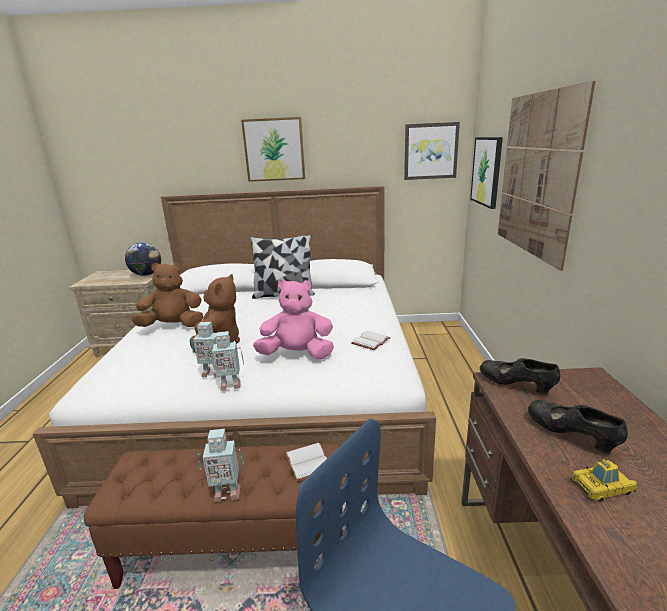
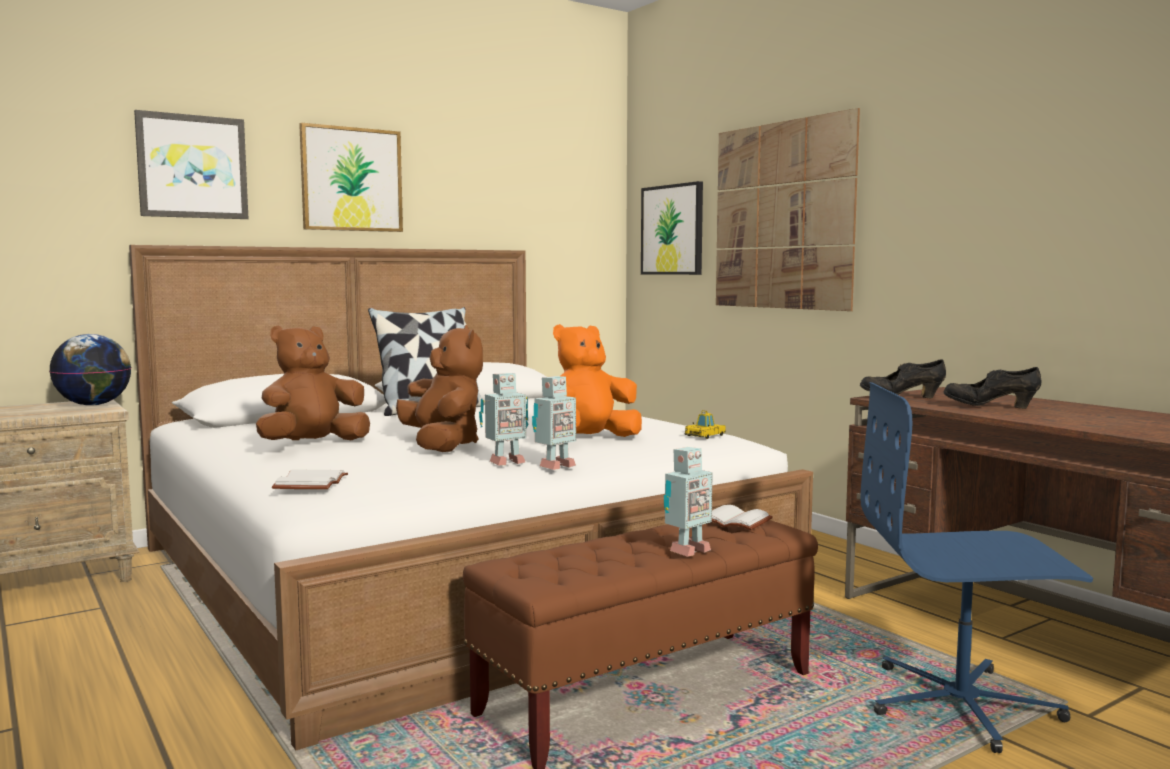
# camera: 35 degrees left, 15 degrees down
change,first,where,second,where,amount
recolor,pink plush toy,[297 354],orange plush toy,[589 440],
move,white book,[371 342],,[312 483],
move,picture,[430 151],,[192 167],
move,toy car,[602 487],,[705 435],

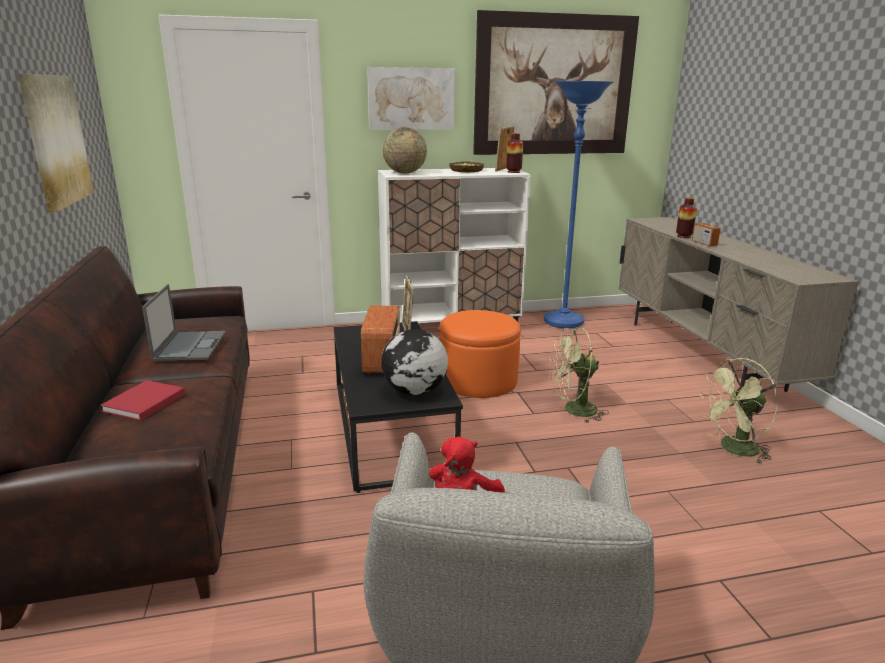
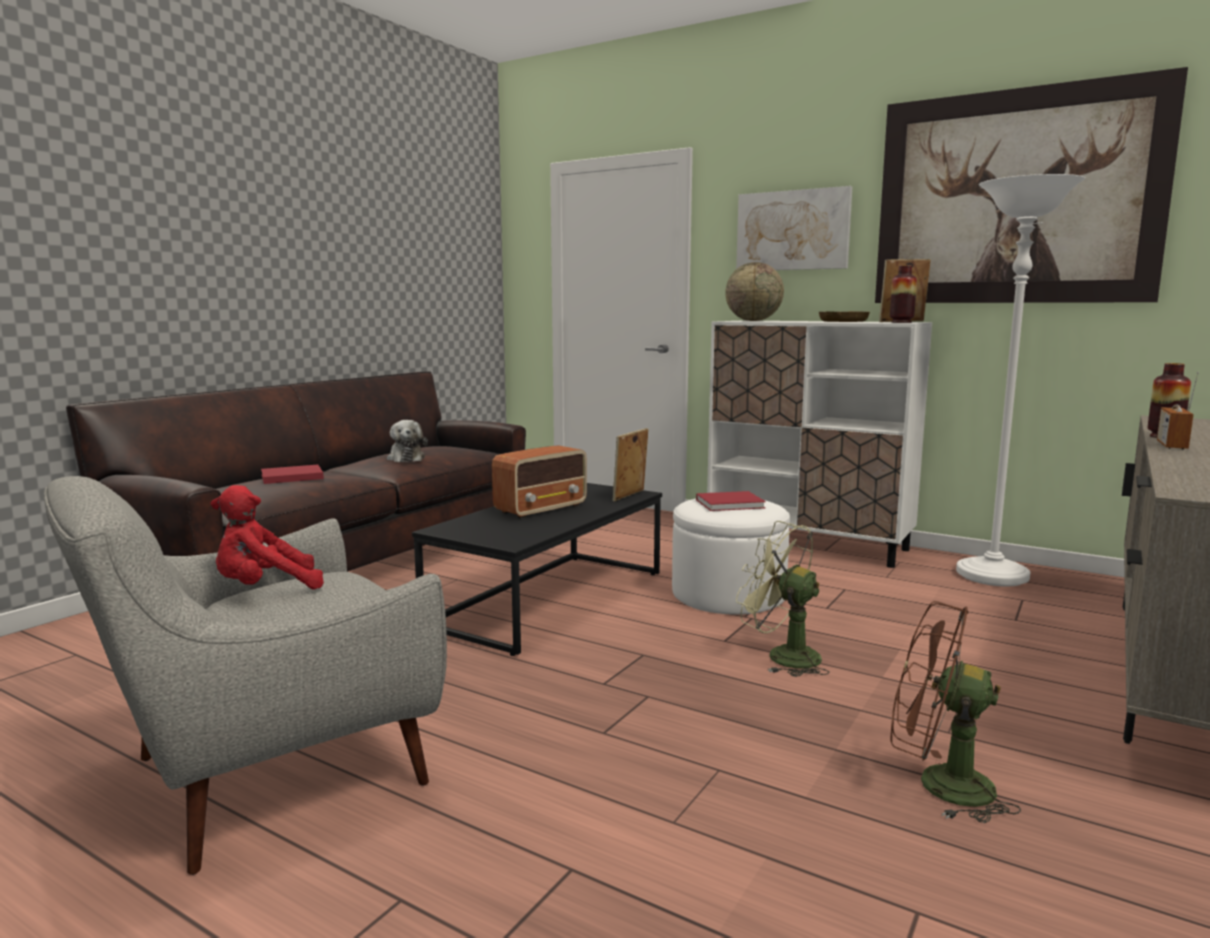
# camera: 45 degrees right, 10 degrees down
change,first,where,second,where,amount
delete,picture,[56 140],,,
replace,laptop,[190 346],plush toy,[406 458],
delete,globe,[414 391],,,
recolor,orange ottoman,[478 380],white ottoman,[728 594],
recolor,blue floor lamp,[563 322],white floor lamp,[992 576],
recolor,green fan,[733 450],brown fan,[939 785],
insert,,,red book,[732 504],

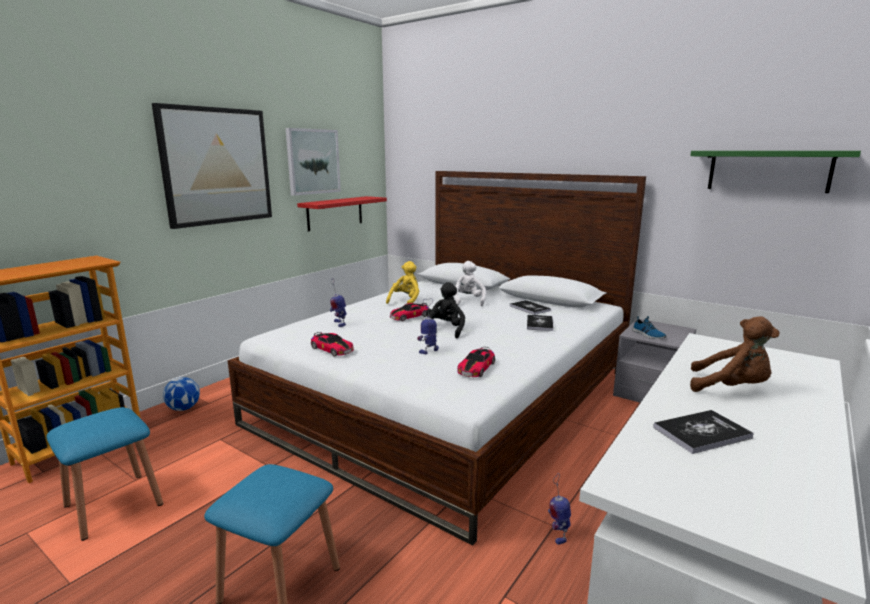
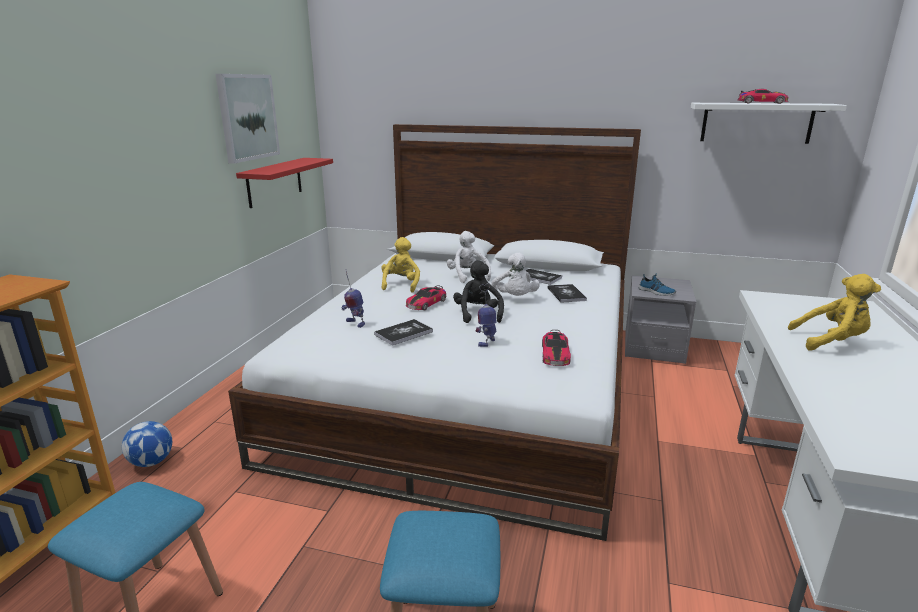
# camera: 20 degrees left, 5 degrees up
change,first,where,second,where,amount
delete,picture,[216 166],,,
move,toy car,[332 349],,[761 103],
delete,toy robot,[558 533],,,
move,book,[702 433],,[403 333],
recolor,green shelf,[768 171],white shelf,[756 122],
recolor,brown plush toy,[731 388],yellow plush toy,[831 342],
insert,,,white plush toy,[515 298],

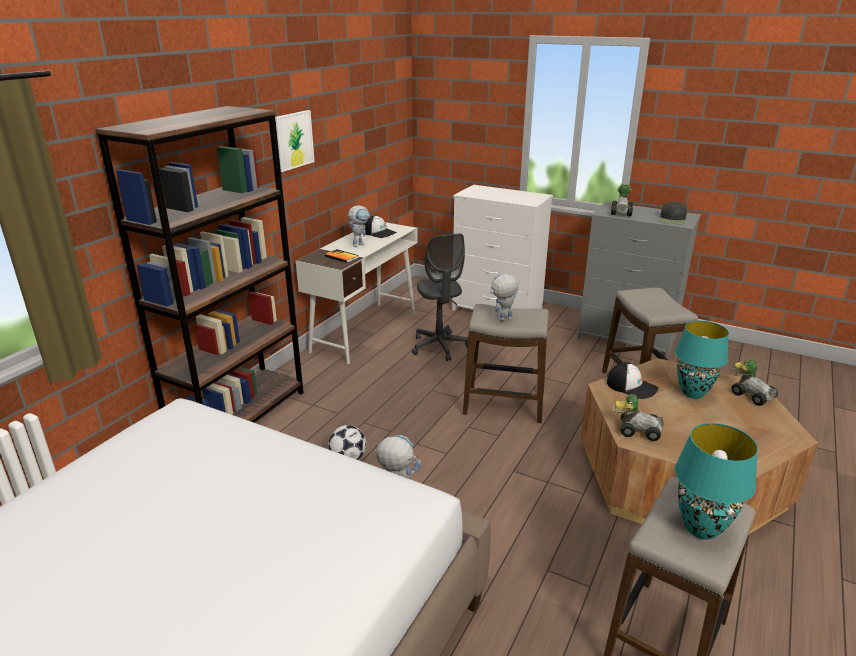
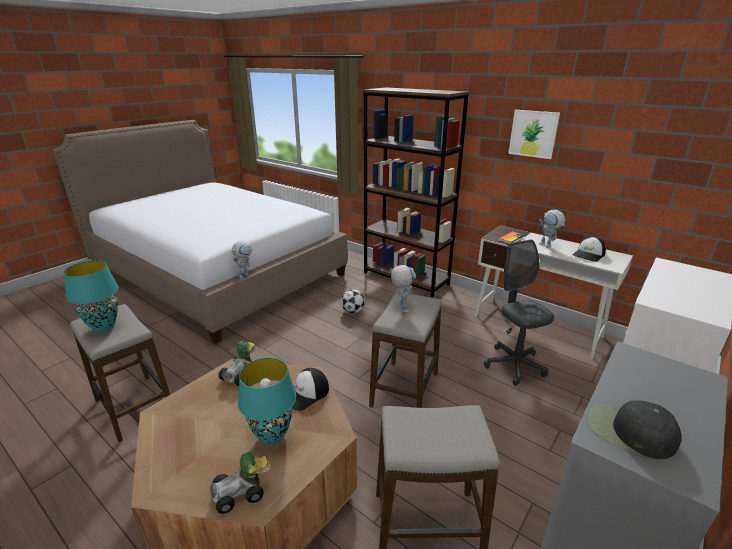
# camera: 100 degrees right, 0 degrees up
change,first,where,second,where,amount
rotate,grey office chair,[439 347],,[514 365],75 degrees clockwise
delete,toy car,[622 212],,,

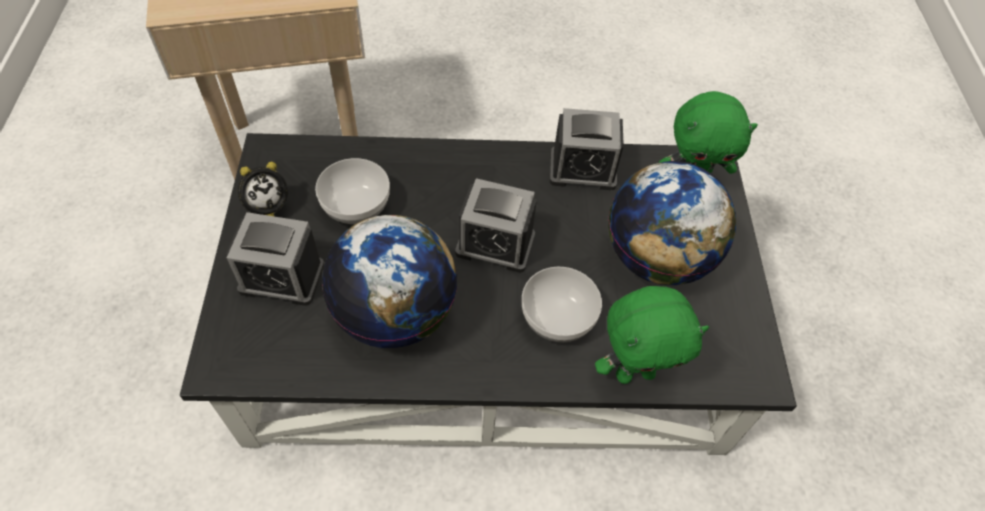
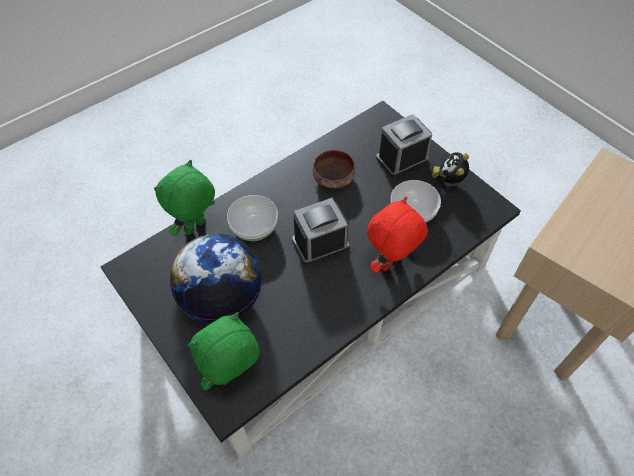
# camera: 145 degrees right, 0 degrees up
change,first,where,second,where,amount
replace,globe,[395 314],brown bowl,[334 178],
delete,alarm clock,[582 169],,,
insert,,,red plush toy,[391 264],

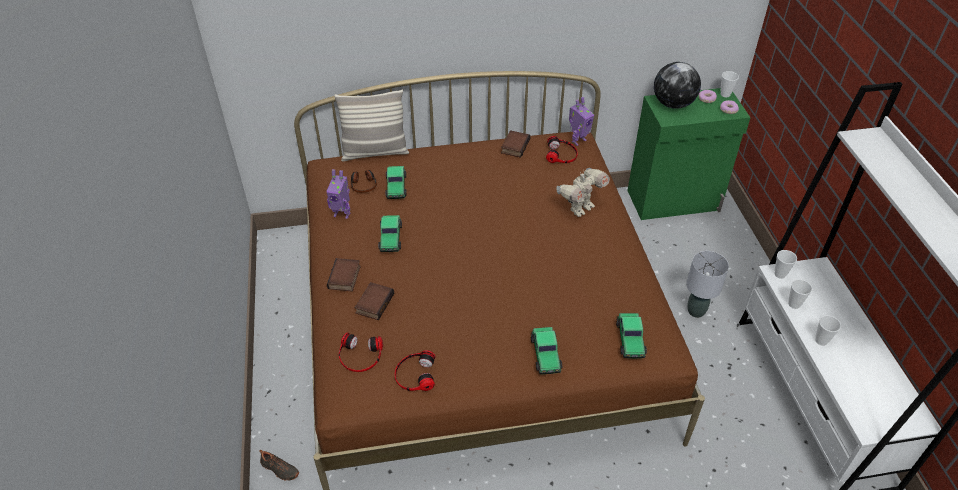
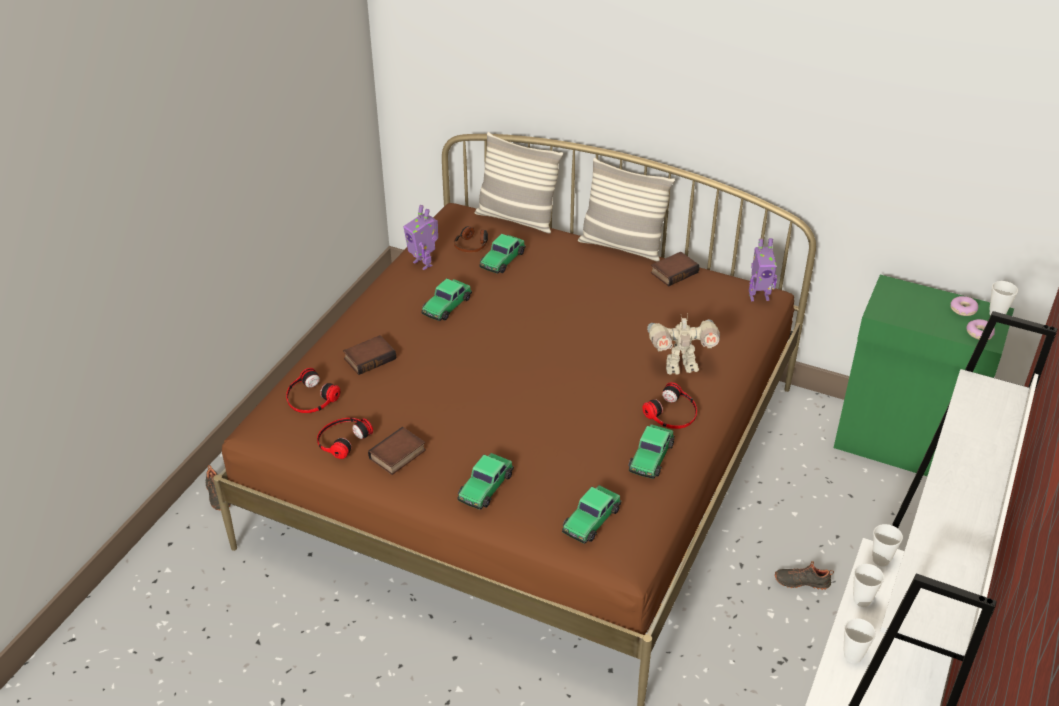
# camera: 35 degrees right, 5 degrees down
change,first,where,second,where,amount
move,book,[345 278],,[398 455],
move,headphones,[561 154],,[672 413],
delete,globe,[673 104],,,
replace,grey table lamp,[696 311],black shoe,[801 581],
insert,,,pillow,[622 246],
insert,,,toy car,[651 457],

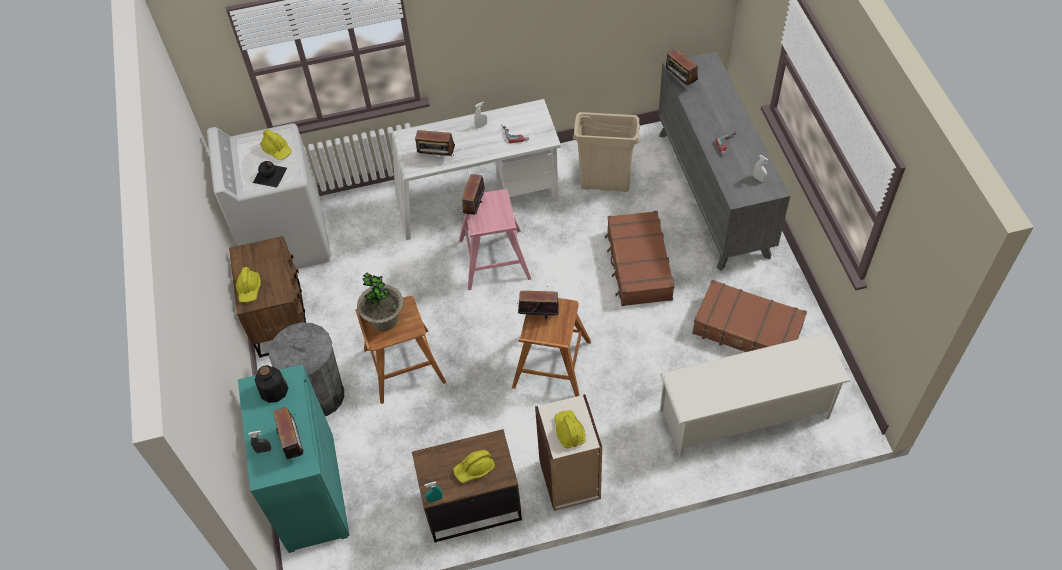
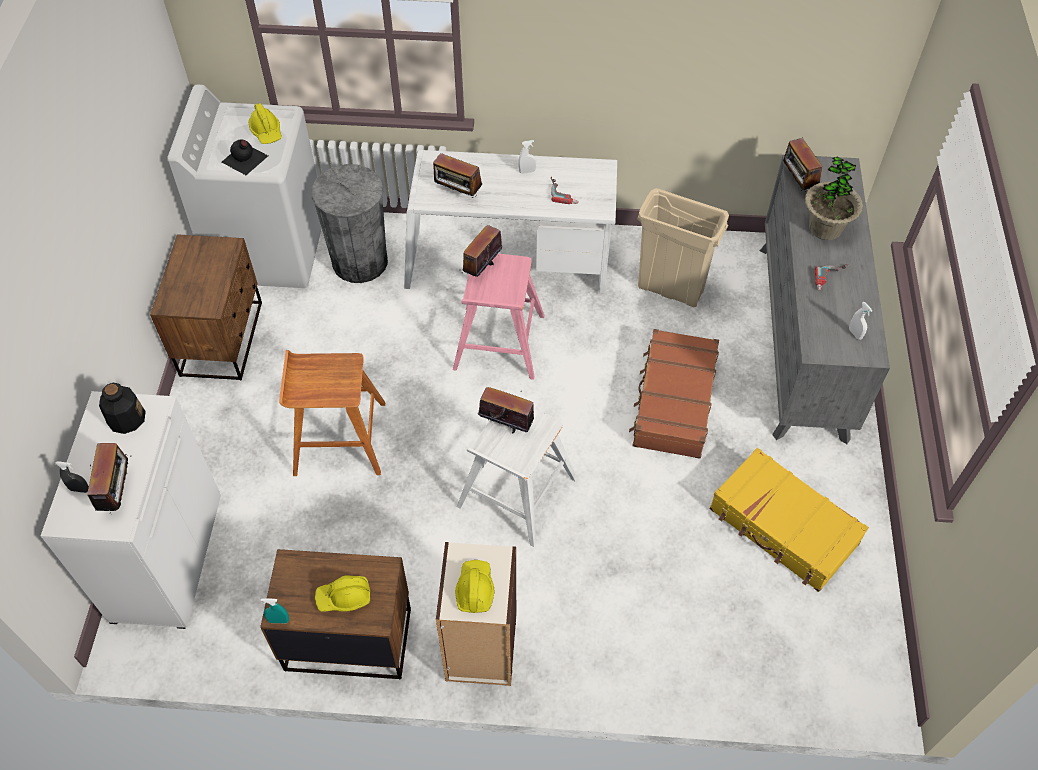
# camera: 15 degrees right, 0 degrees up
change,first,where,second,where,amount
delete,yellow hard hat,[249 289],,,
recolor,turquoise cabinet,[310 492],white cabinet,[166 556],
move,grey trash can,[320 395],,[360 261],
move,potted plant,[384 320],,[825 228],
recolor,brown stool,[551 365],white stool,[516 493],
delete,white shoe rack,[744 414],,,
recolor,brown suitcase,[747 330],yellow suitcase,[783 527],

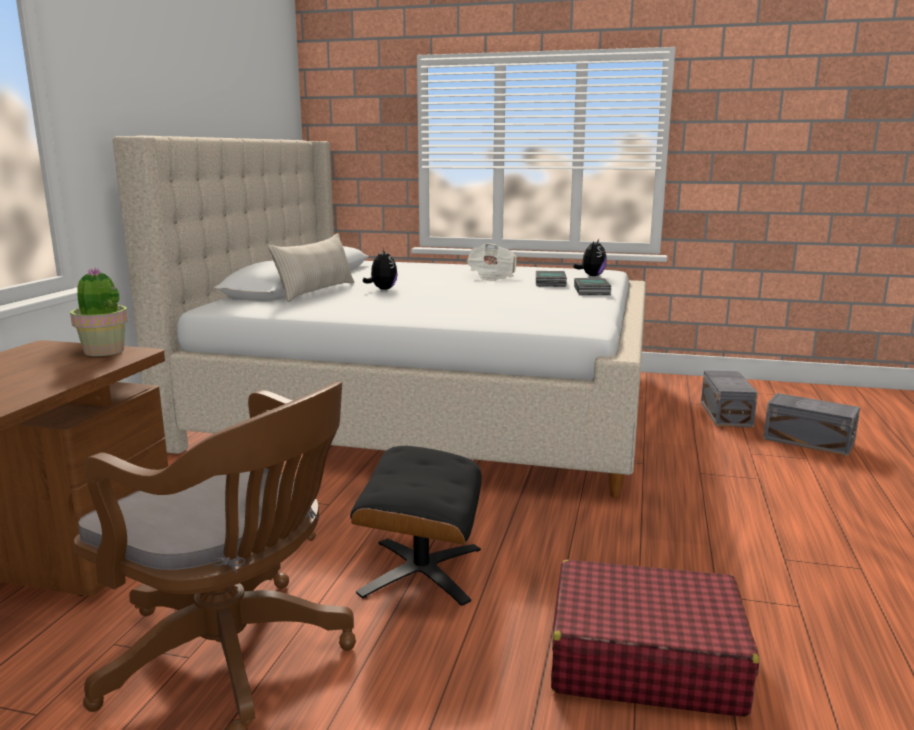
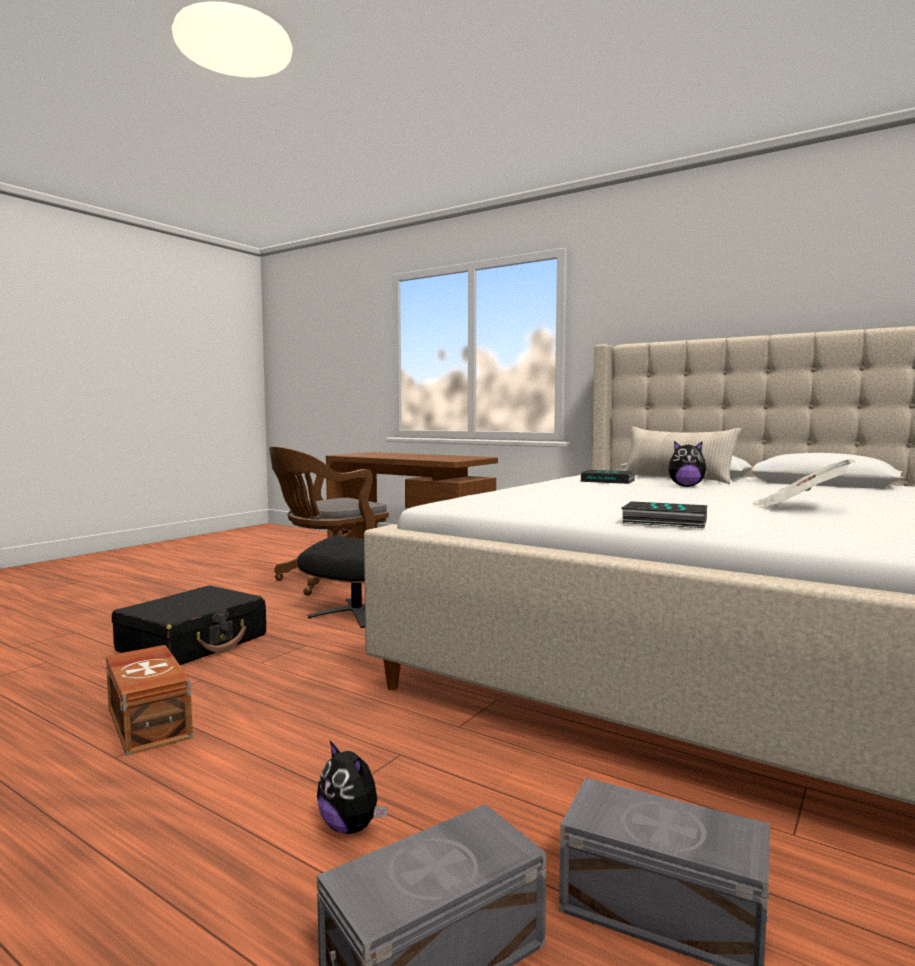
# camera: 110 degrees right, 10 degrees down
change,first,where,second,where,amount
delete,potted plant,[104 351],,,
move,book,[549 282],,[608 481],
recolor,red suitcase,[644 659],black suitcase,[194 643],
move,plush toy,[591 276],,[351 826],
insert,,,brown storage box,[150 721],

